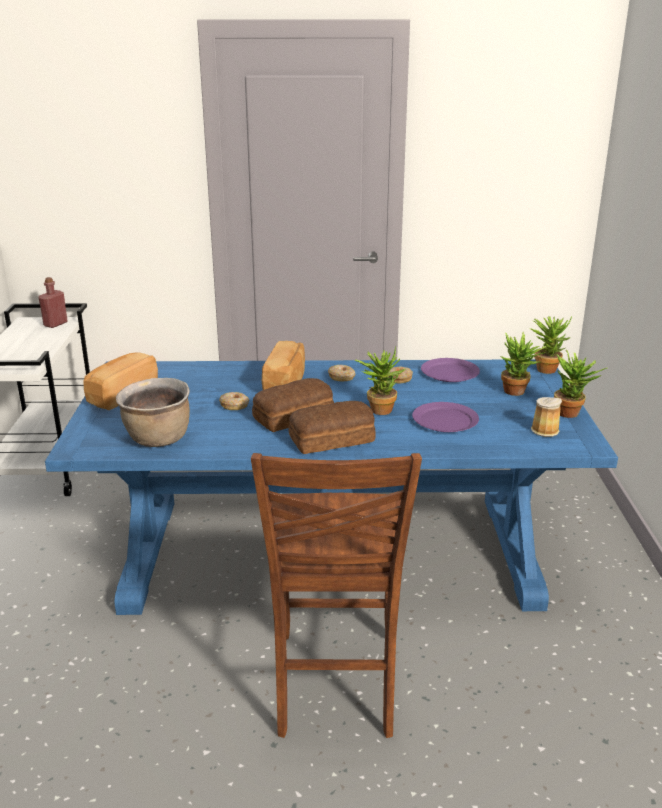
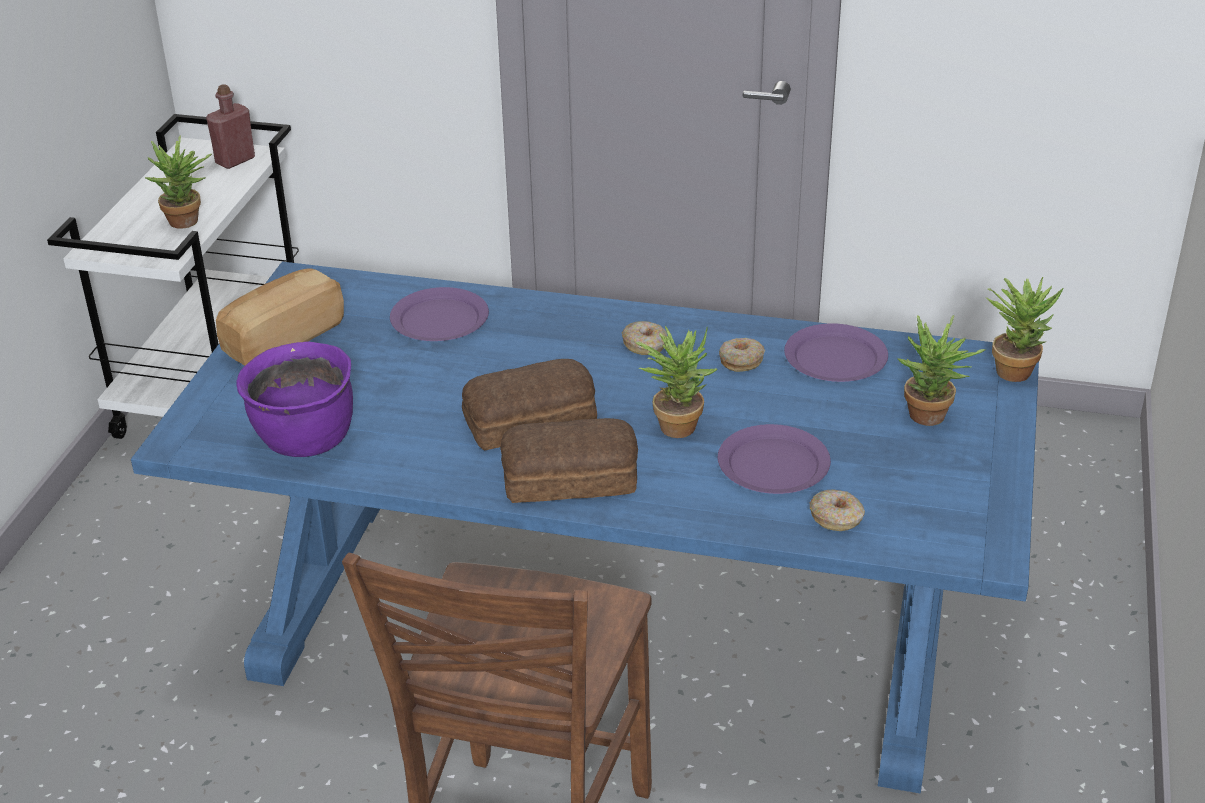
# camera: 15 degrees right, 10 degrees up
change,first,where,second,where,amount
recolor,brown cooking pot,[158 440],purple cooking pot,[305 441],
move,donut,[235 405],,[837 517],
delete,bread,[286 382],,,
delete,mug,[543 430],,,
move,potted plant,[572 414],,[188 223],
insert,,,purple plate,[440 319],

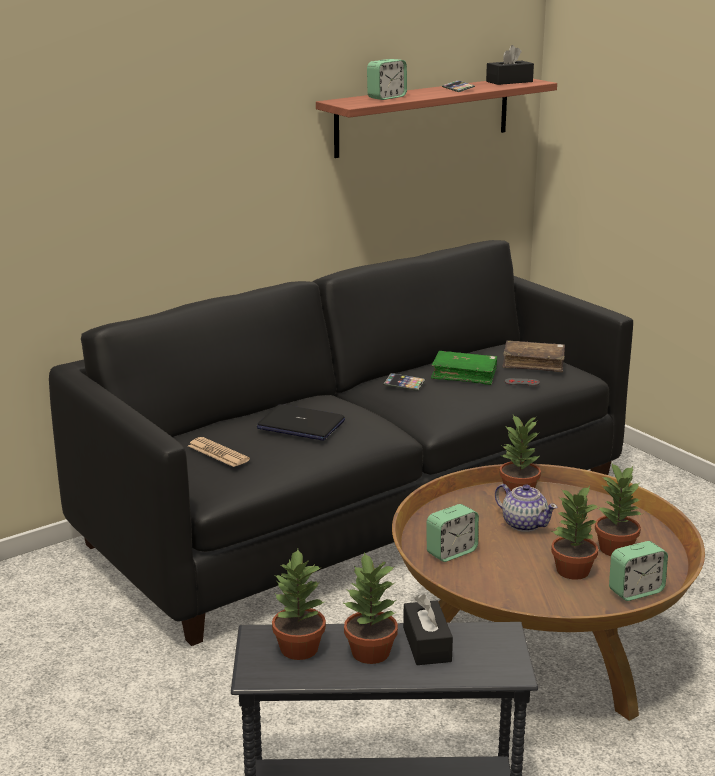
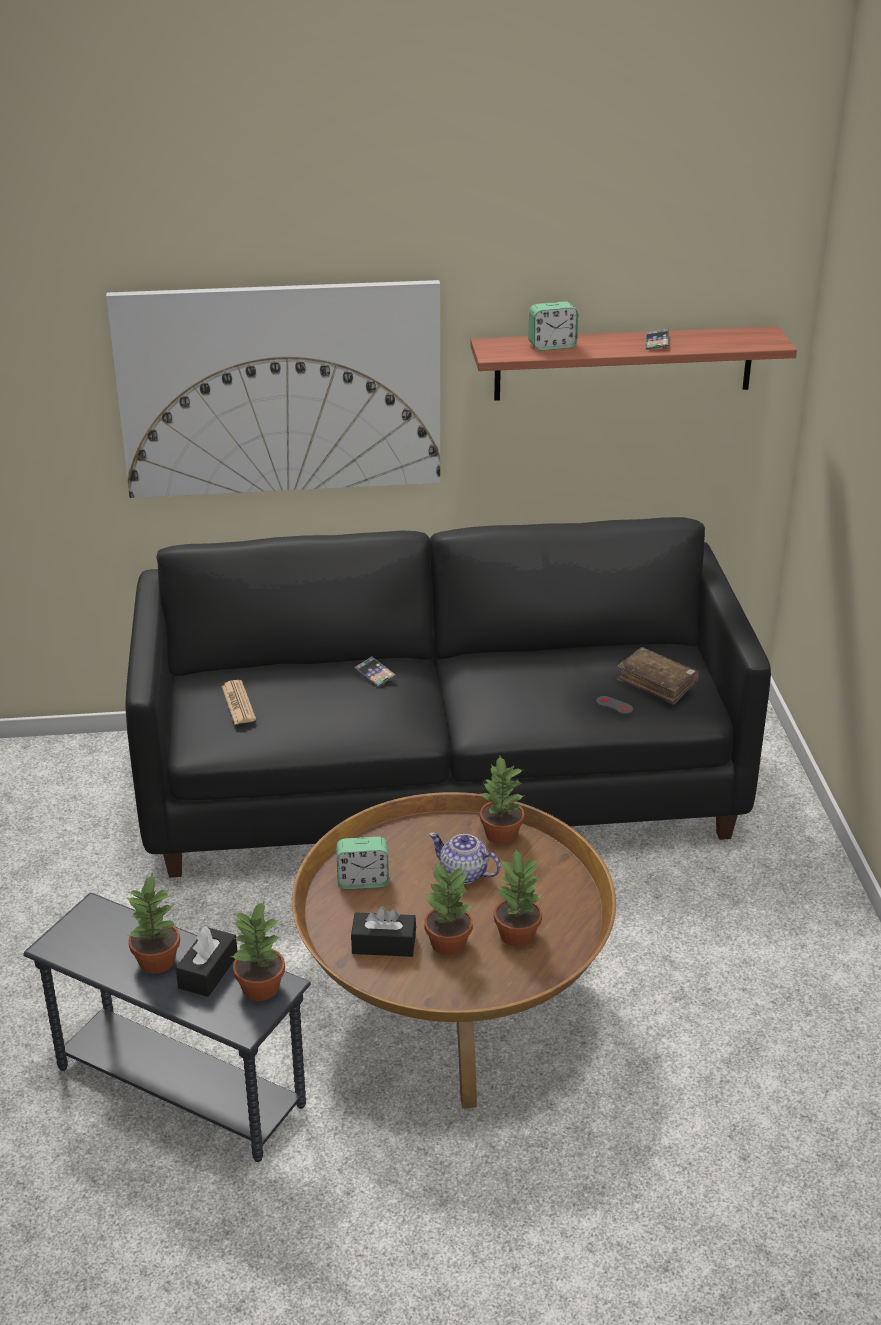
# camera: 30 degrees right, 10 degrees up
change,first,where,second,where,amount
delete,laptop,[300 425],,,
move,potted plant,[298 649],,[259 988],
move,phone,[404 384],,[375 674],
delete,green book,[464 375],,,
move,black tissue box,[509 81],,[384 944],
rotate,teapot,[524 524],,[464 874],135 degrees clockwise
delete,alarm clock,[636 591],,,
insert,,,picture,[280 389],

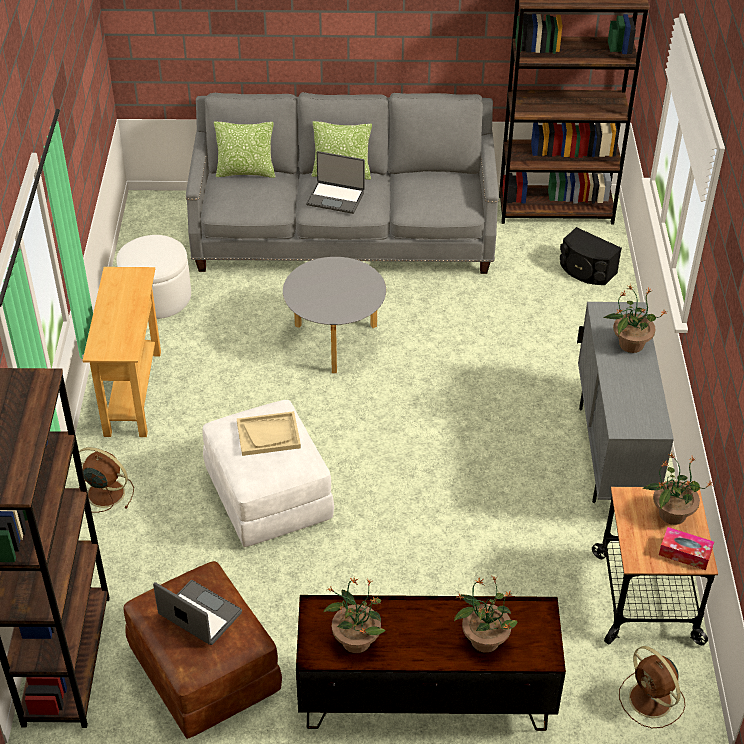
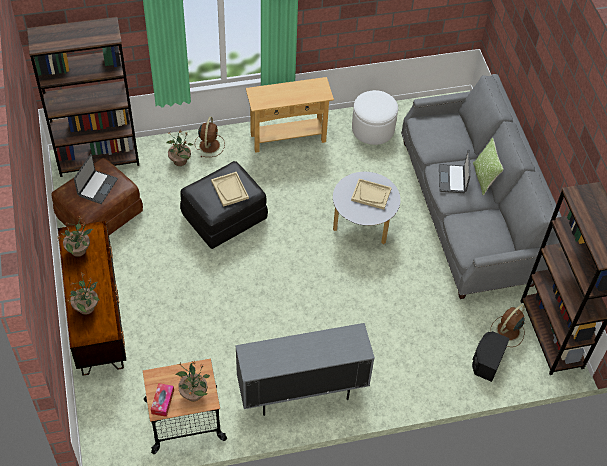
# camera: 75 degrees right, 10 degrees up
change,first,where,second,where,amount
recolor,white ottoman,[267 495],black ottoman,[224 216],
delete,pillow,[246 172],,,
move,potted plant,[630 344],,[180 160],
move,brown fan,[651 701],,[507 331],
insert,,,beige tray,[371 194],

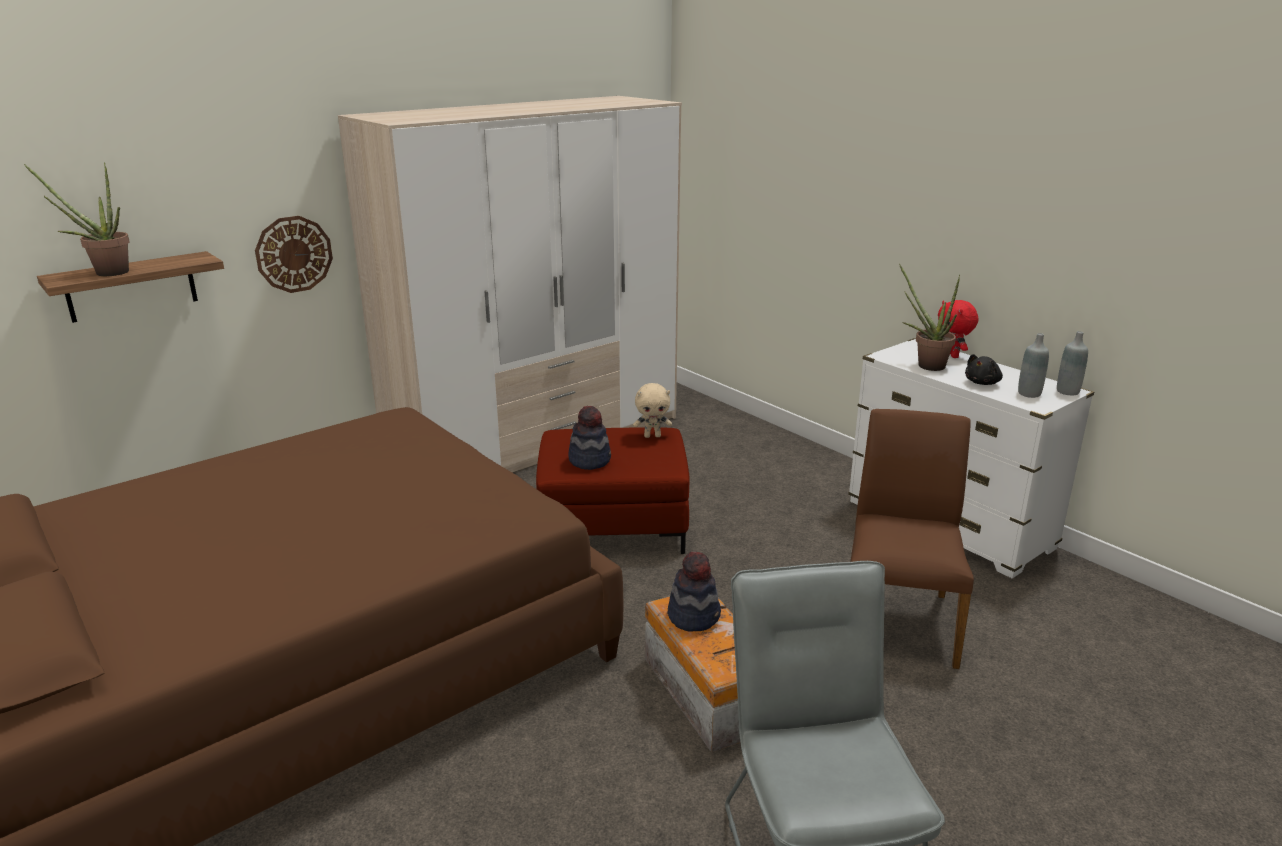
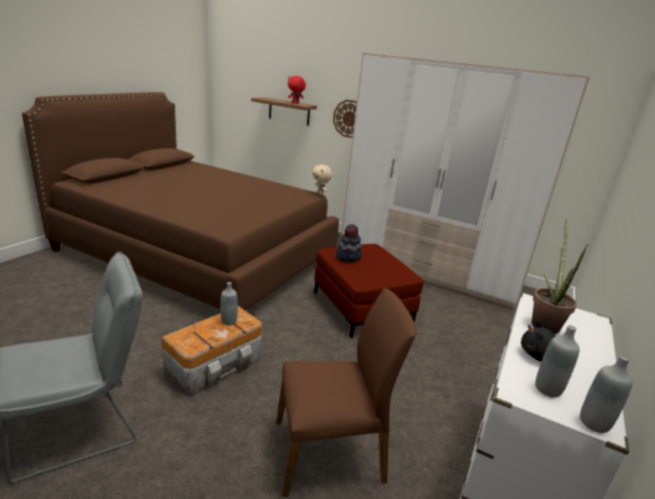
# camera: 65 degrees right, 0 degrees up
change,first,where,second,where,amount
delete,potted plant,[105 273],,,
move,beige plush toy,[652 436],,[320 194],
replace,hat,[694 616],grey bottle,[229 321],
move,red plush toy,[952 355],,[295 103],

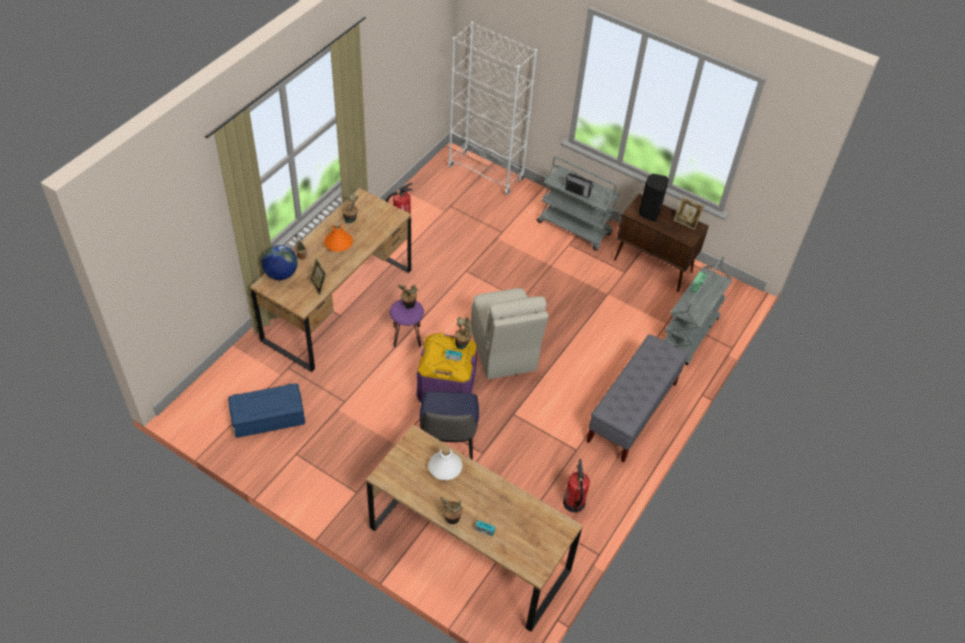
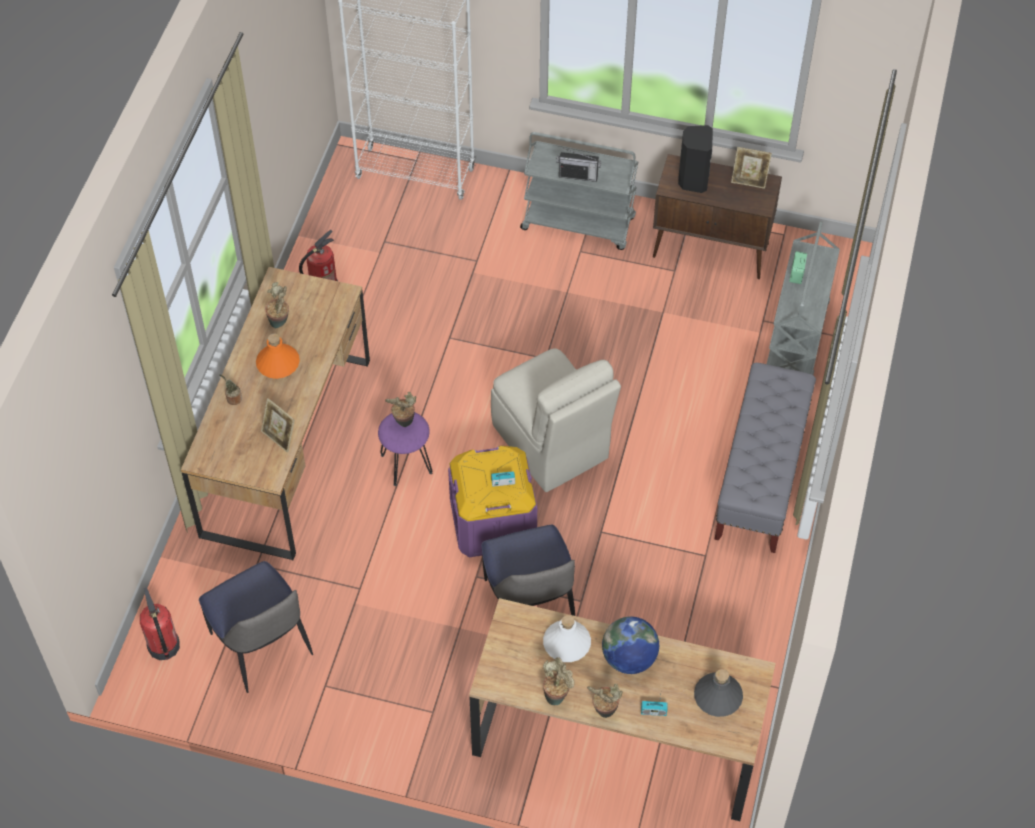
# camera: 15 degrees left, 5 degrees up
change,first,where,second,where,amount
replace,blue storage box,[268 418],chair,[262 647],
move,globe,[281 274],,[629 658],
move,potted plant,[463 344],,[556 695],
move,fire extinguisher,[573 503],,[163 646],
insert,,,grey bottle,[718 697],

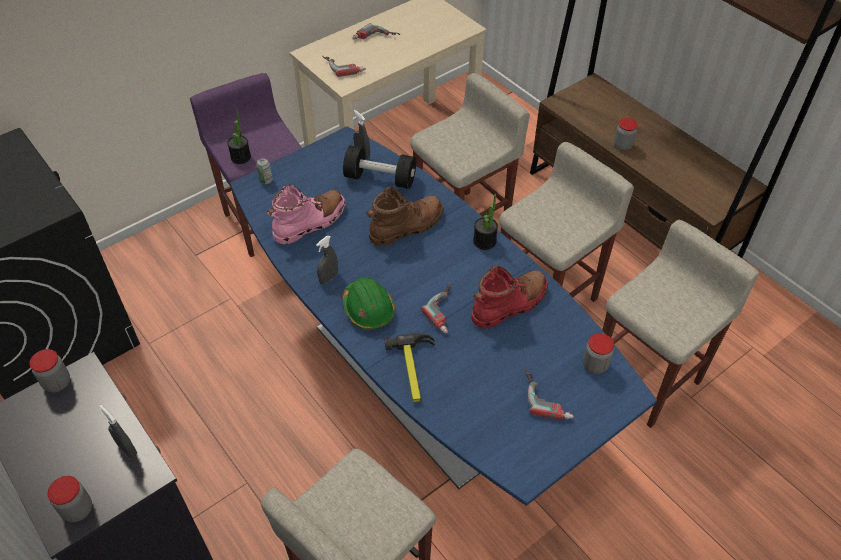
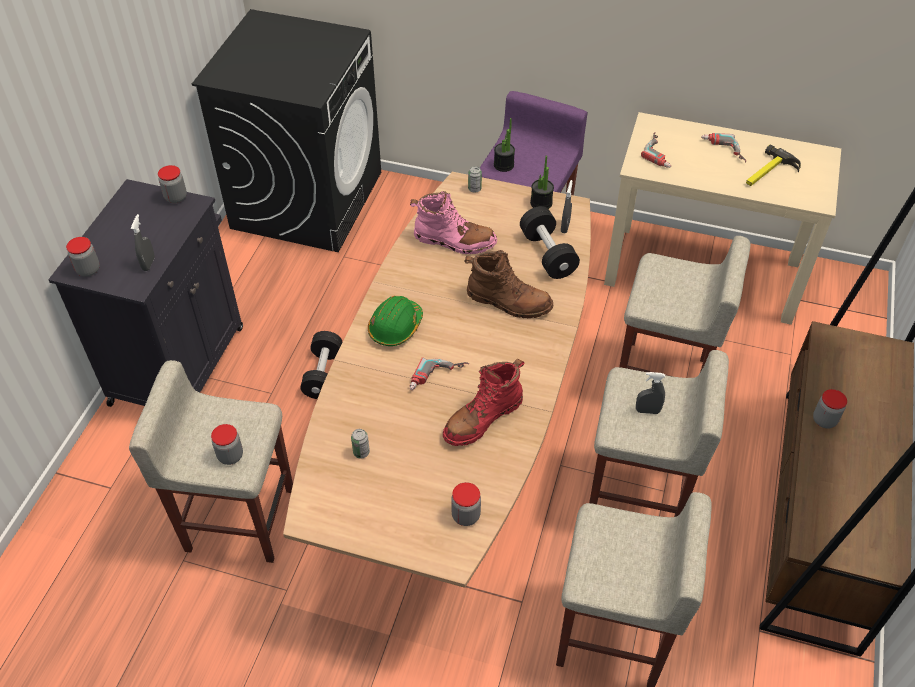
# camera: 55 degrees right, 0 degrees up
change,first,where,second,where,amount
recolor,blue dining table,[420 377],brown dining table,[457 446],
move,grey spray bottle,[328 278],,[647 411],
move,hammer,[414 370],,[768 173],
rotate,red boot,[509 305],,[482 418],120 degrees clockwise
move,potted plant,[484 241],,[541 203],
delete,power drill,[548 397],,,
insert,,,jar,[230 456],
insert,,,black dumbbell,[323 374],
insert,,,can,[361 452],

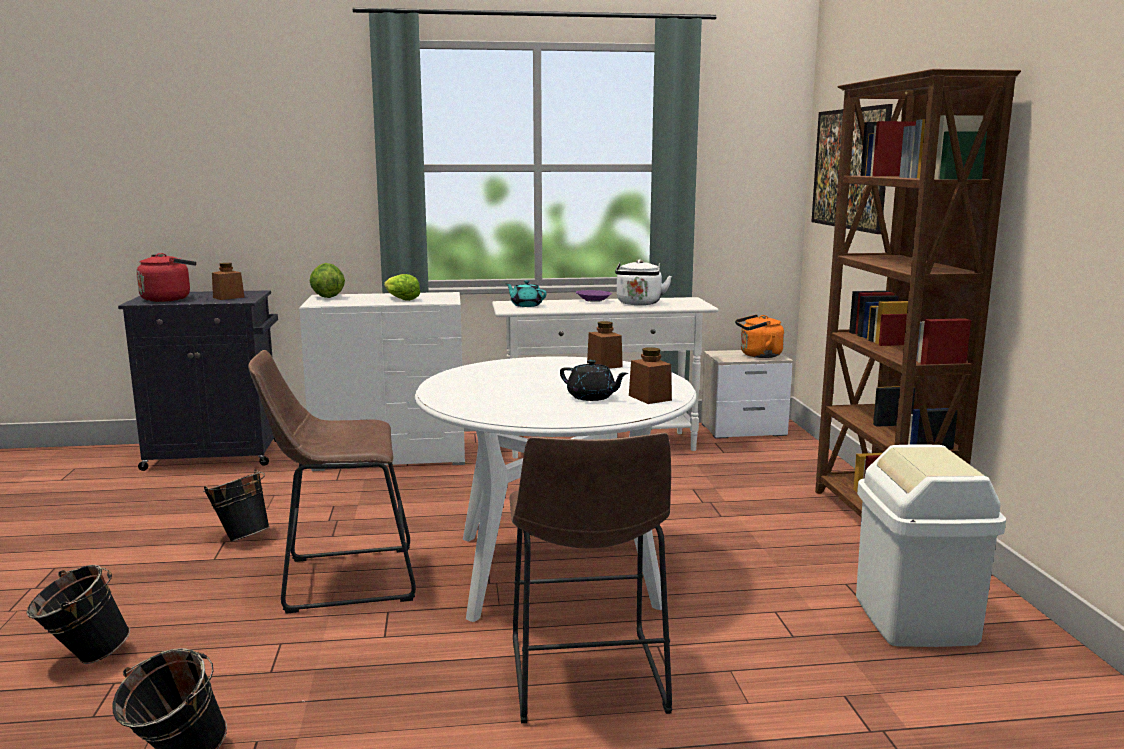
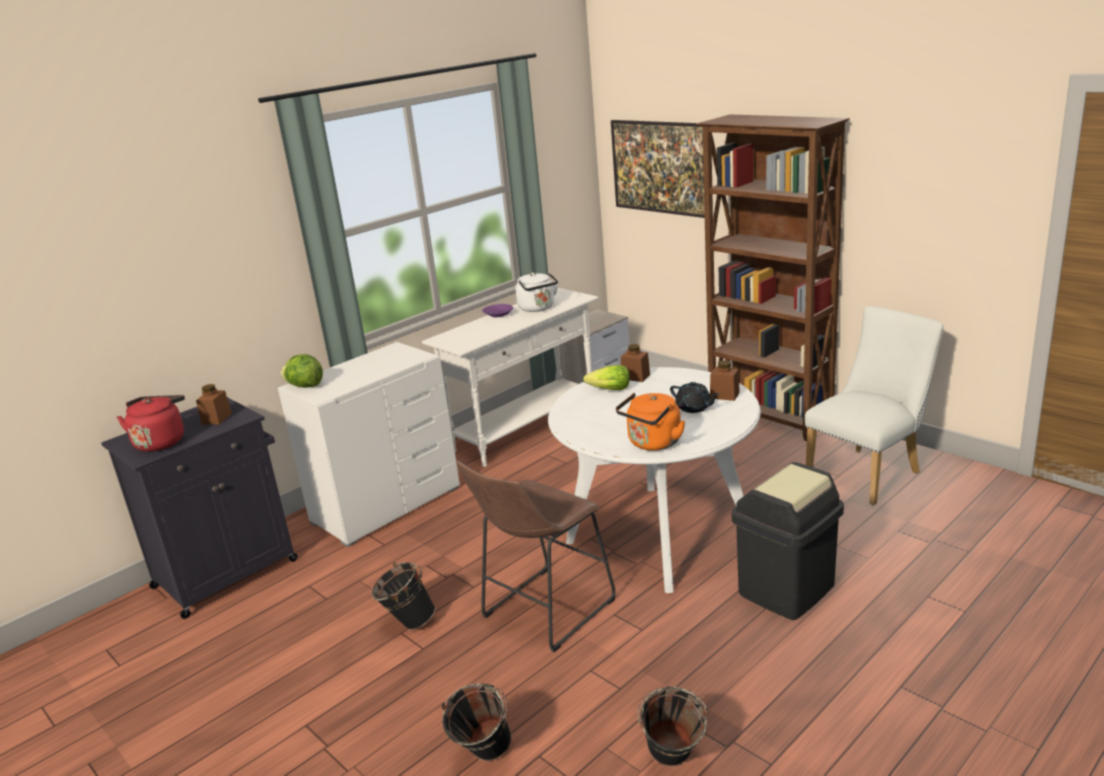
# camera: 35 degrees left, 10 degrees up
change,first,where,second,where,amount
move,lettuce,[401 299],,[609 390],
delete,turquoise teapot,[526 305],,,
replace,brown stool,[586 681],black trash can,[787 590],
rotate,black teapot,[592 397],,[694 408],45 degrees clockwise
move,orange kettle,[758 355],,[652 444],
replace,white trash can,[916 620],white chair,[869 473],

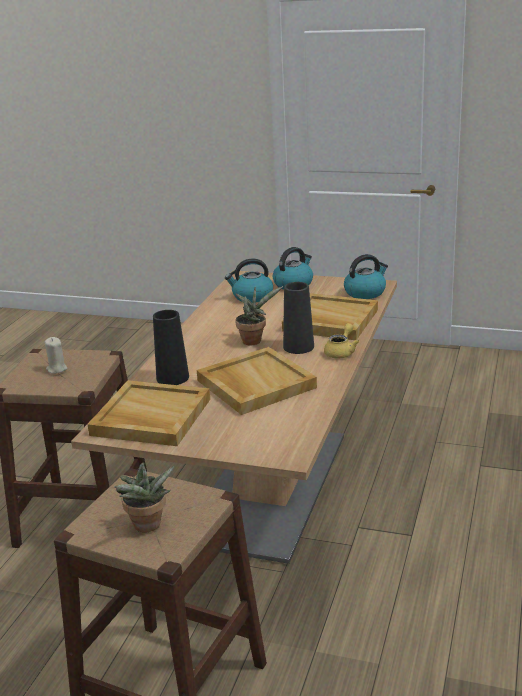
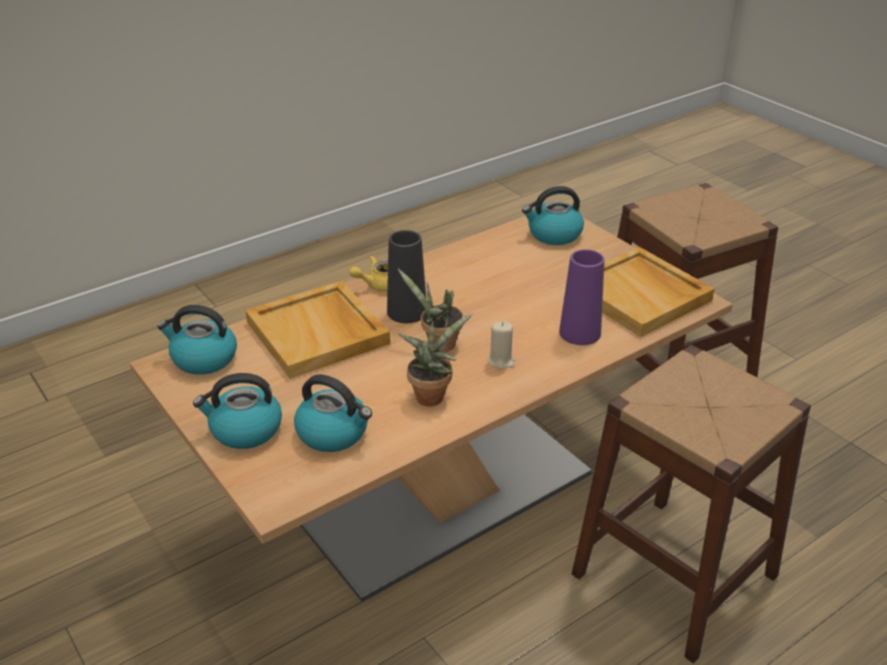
# camera: 145 degrees left, 10 degrees up
change,first,where,second,where,amount
move,beige candle,[57 369],,[501 361],
move,potted plant,[147 527],,[432 395],
recolor,black vase,[172 378],purple vase,[580 333],
delete,beige tray,[255 384],,,
insert,,,kettle,[554 234],

